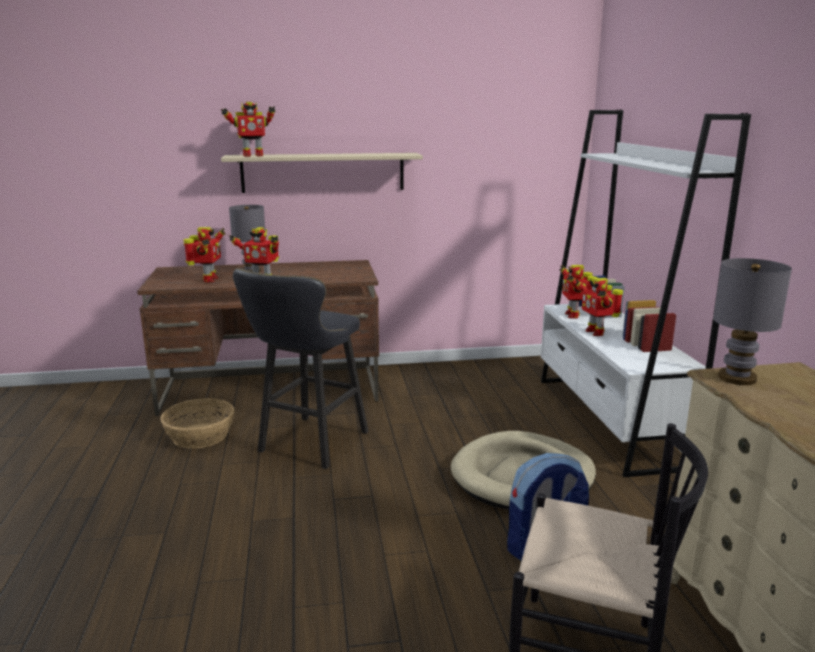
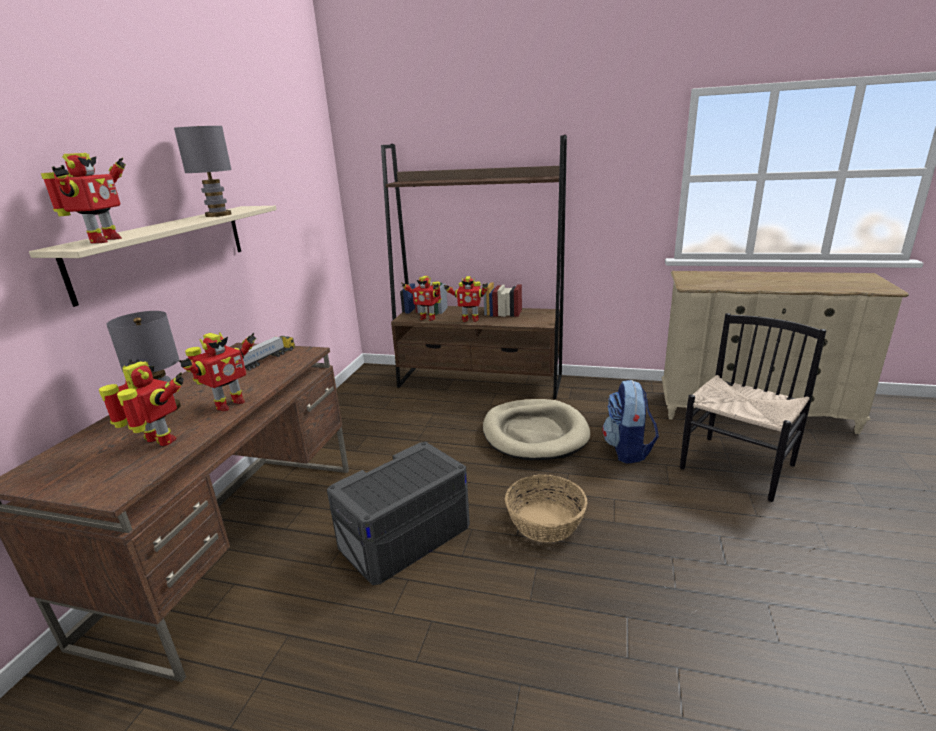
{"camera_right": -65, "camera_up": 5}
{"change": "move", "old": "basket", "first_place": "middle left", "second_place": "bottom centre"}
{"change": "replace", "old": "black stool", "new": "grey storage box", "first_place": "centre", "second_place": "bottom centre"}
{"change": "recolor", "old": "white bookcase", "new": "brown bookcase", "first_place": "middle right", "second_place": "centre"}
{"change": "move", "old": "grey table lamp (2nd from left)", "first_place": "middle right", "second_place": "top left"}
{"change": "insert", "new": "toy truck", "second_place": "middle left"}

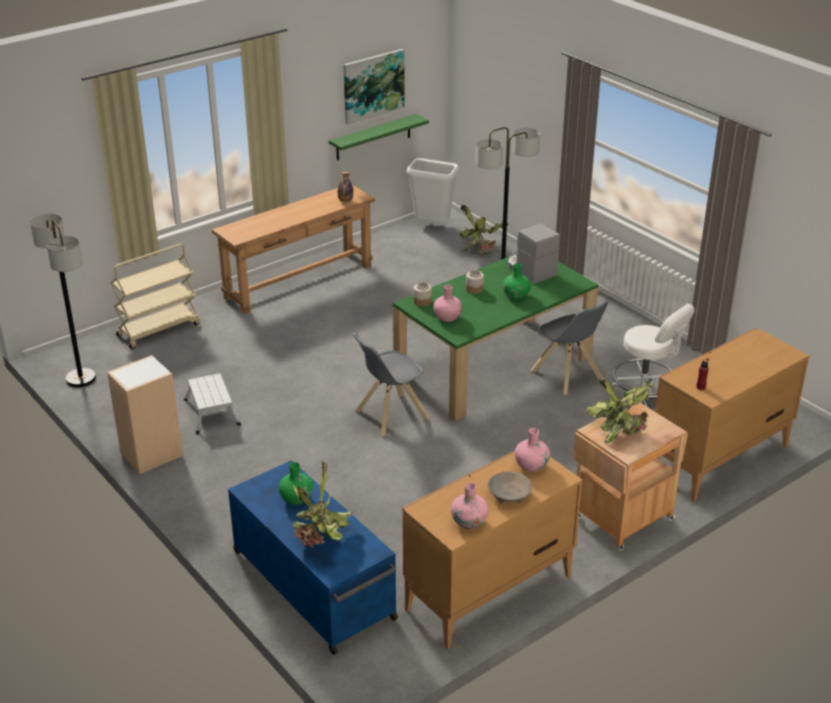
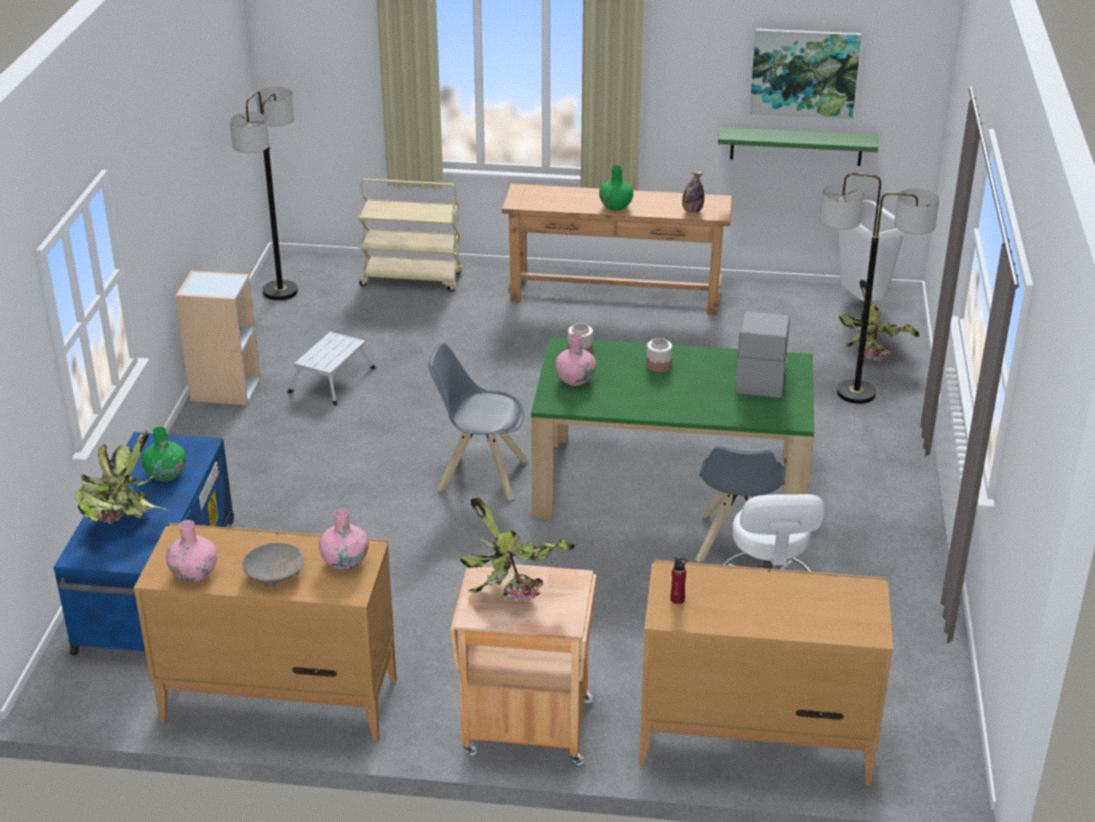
{"camera_right": 45, "camera_up": 0}
{"change": "move", "old": "green vase (2nd from left)", "first_place": "centre", "second_place": "top centre"}

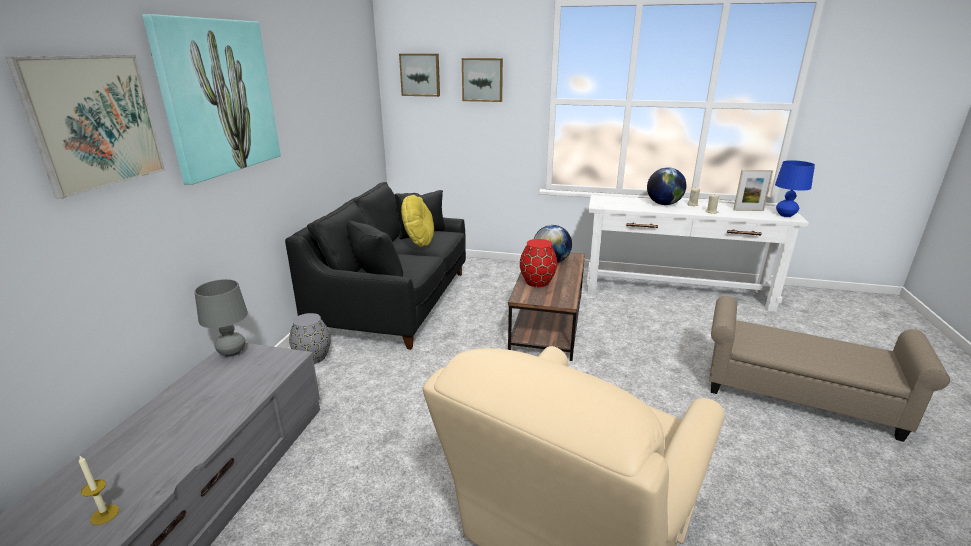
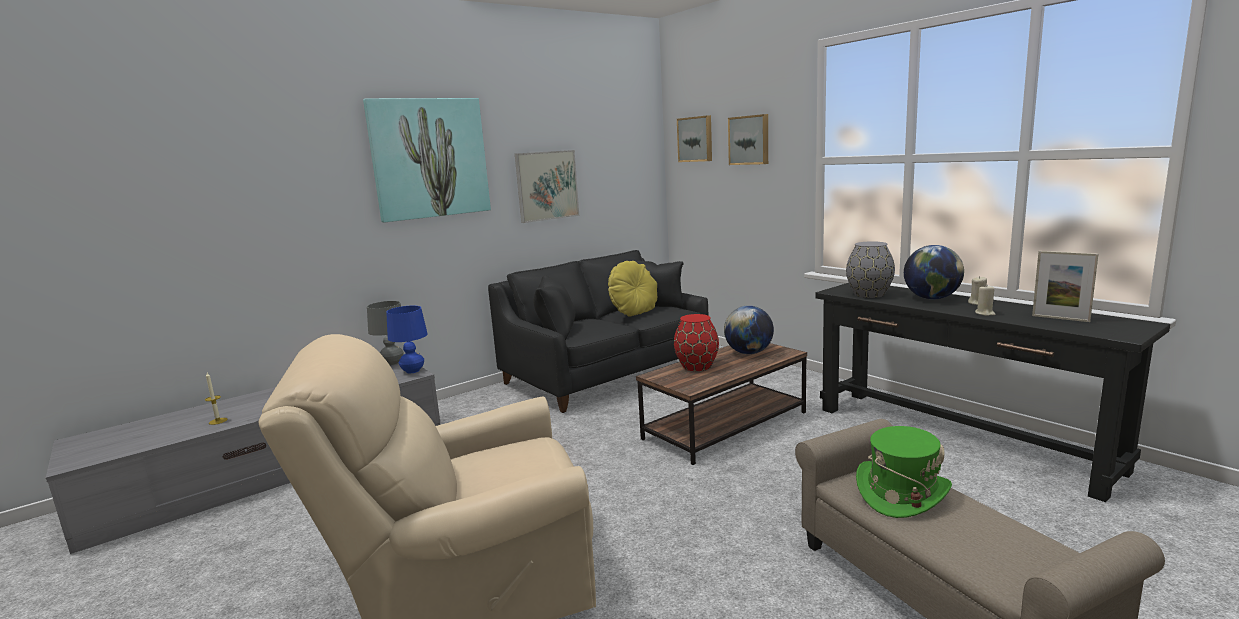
{"camera_right": 40, "camera_up": -10}
{"change": "move", "old": "picture (1st from left in the first image)", "new": "picture (2nd from left)", "first_place": "top left", "second_place": "top centre"}
{"change": "move", "old": "grey vase", "first_place": "middle left", "second_place": "middle right"}
{"change": "recolor", "old": "white console table", "new": "black console table", "first_place": "middle right", "second_place": "middle right"}
{"change": "move", "old": "blue table lamp", "first_place": "middle right", "second_place": "middle left"}
{"change": "insert", "new": "green hat", "second_place": "bottom right"}

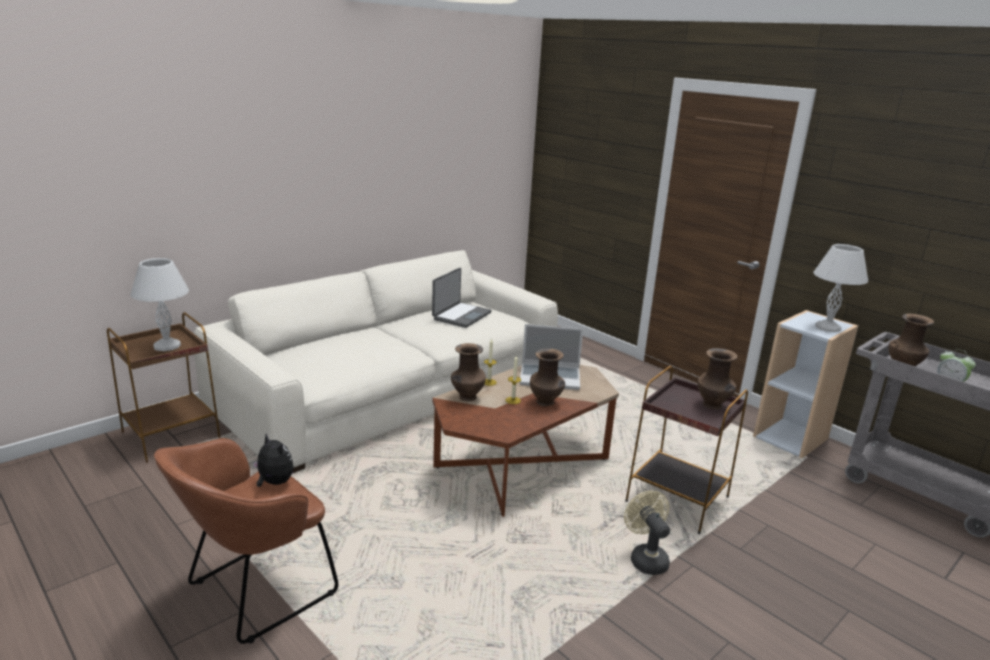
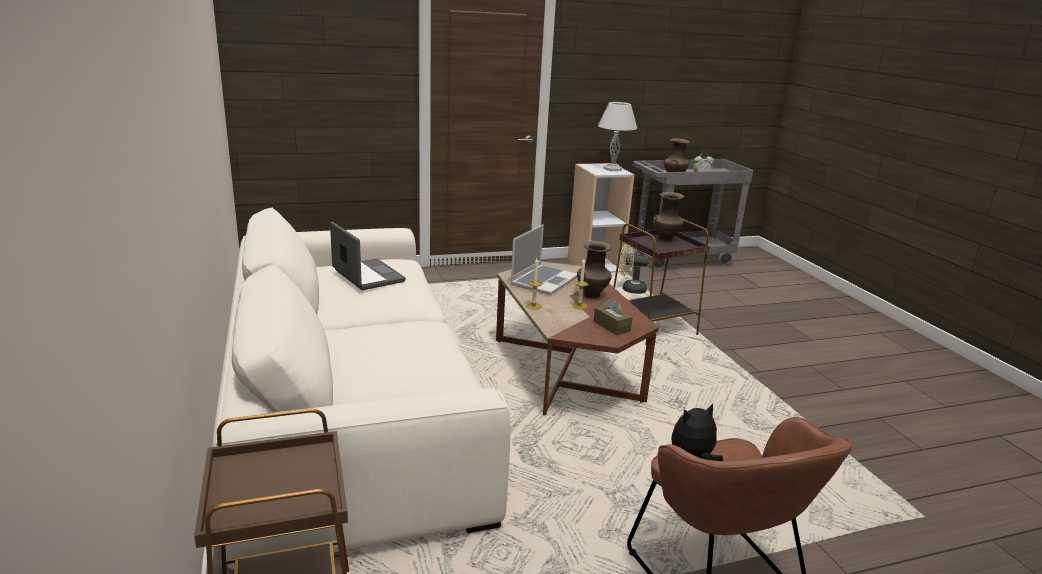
{"camera_right": -65, "camera_up": 0}
{"change": "delete", "old": "white table lamp (1st from left)", "first_place": "middle left"}
{"change": "delete", "old": "brown vase (1st from left)", "first_place": "centre"}
{"change": "move", "old": "beige fan", "first_place": "bottom centre", "second_place": "centre"}
{"change": "insert", "new": "brown tissue box", "second_place": "centre"}

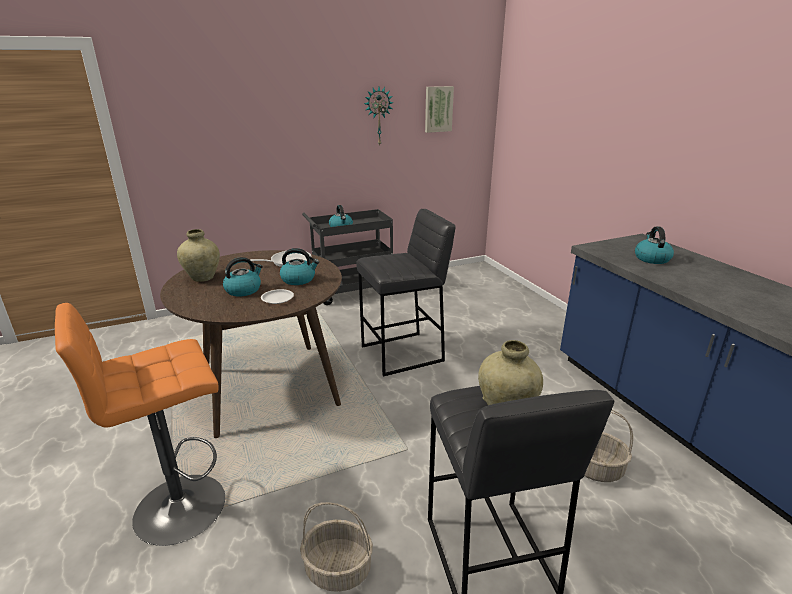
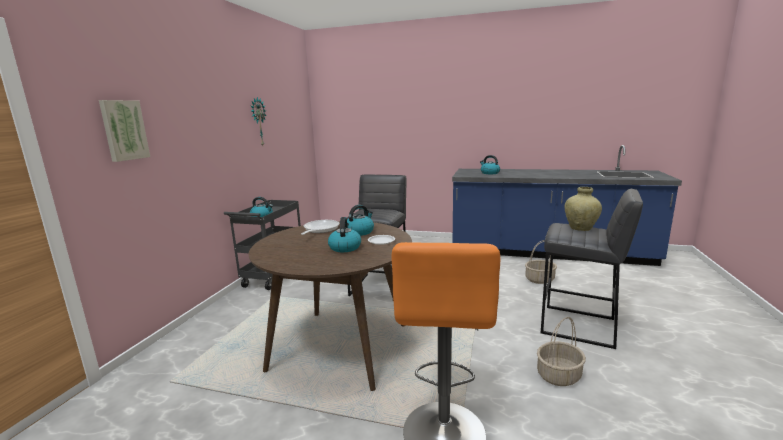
{"camera_right": -50, "camera_up": -10}
{"change": "delete", "old": "beige vase (1st from left)", "first_place": "middle left"}
{"change": "move", "old": "picture", "first_place": "top centre", "second_place": "top left"}

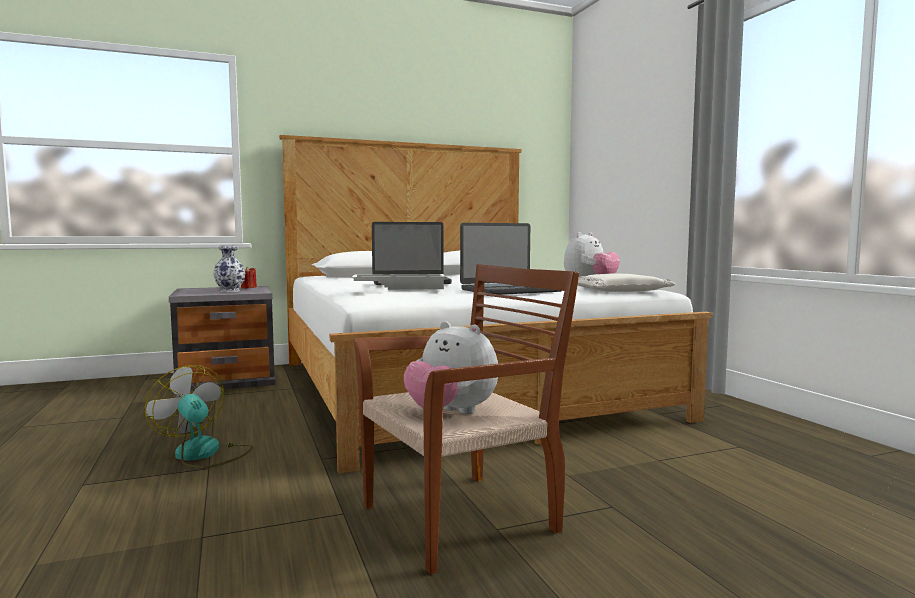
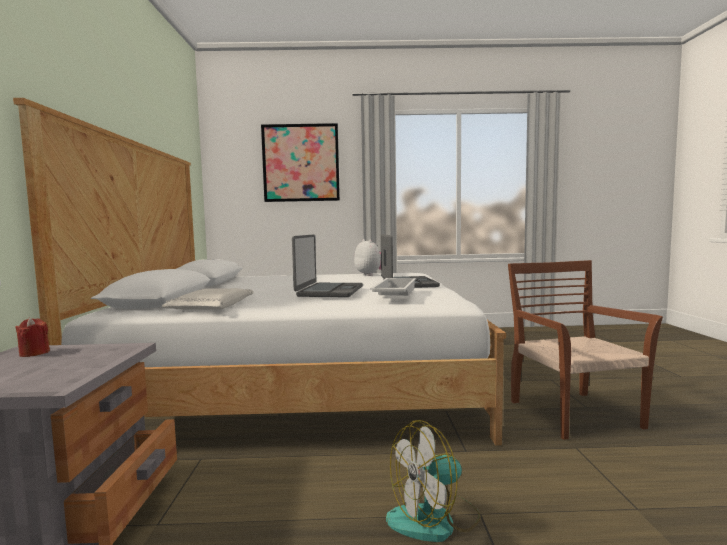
{"camera_right": -70, "camera_up": 0}
{"change": "delete", "old": "vase", "first_place": "middle left"}
{"change": "delete", "old": "plush toy (1st from left)", "first_place": "centre"}
{"change": "move", "old": "white pillow", "first_place": "middle right", "second_place": "middle left"}
{"change": "insert", "new": "picture", "second_place": "top centre"}

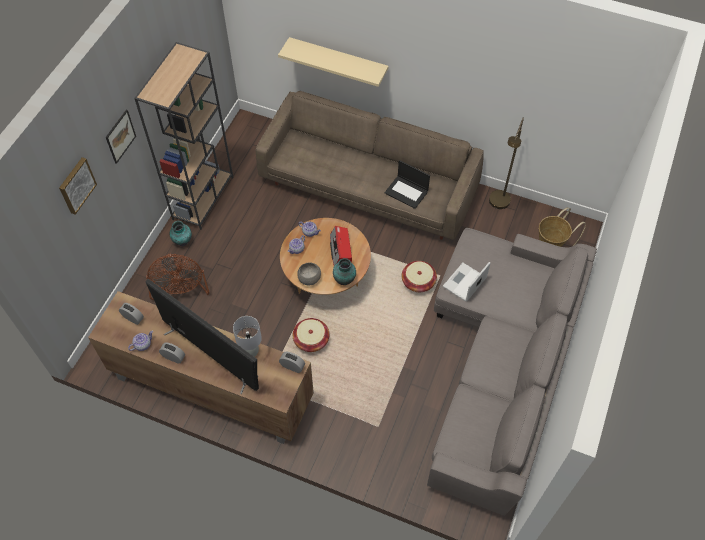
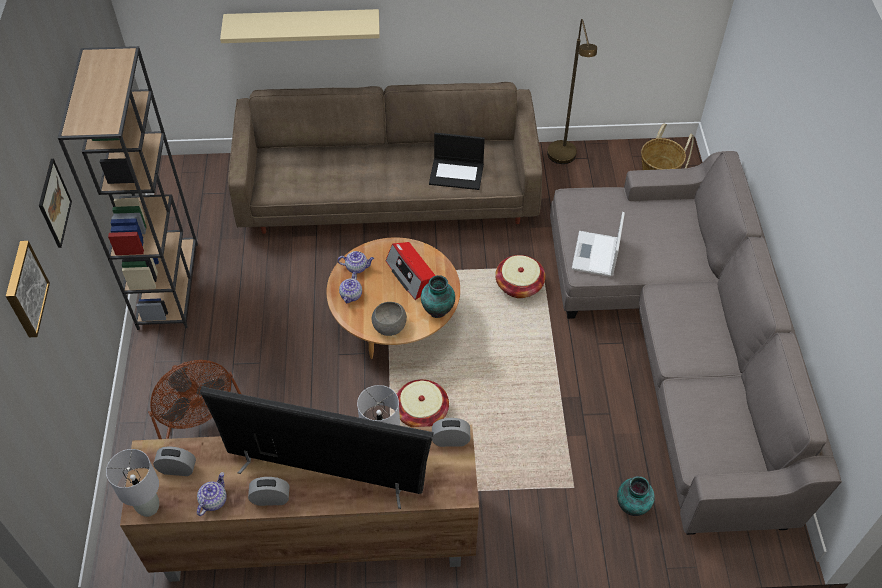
{"camera_right": -25, "camera_up": -5}
{"change": "move", "old": "vase (1st from left in the first image)", "new": "vase (2nd from left)", "first_place": "middle left", "second_place": "bottom right"}
{"change": "insert", "new": "grey table lamp (1st from left)", "second_place": "bottom left"}

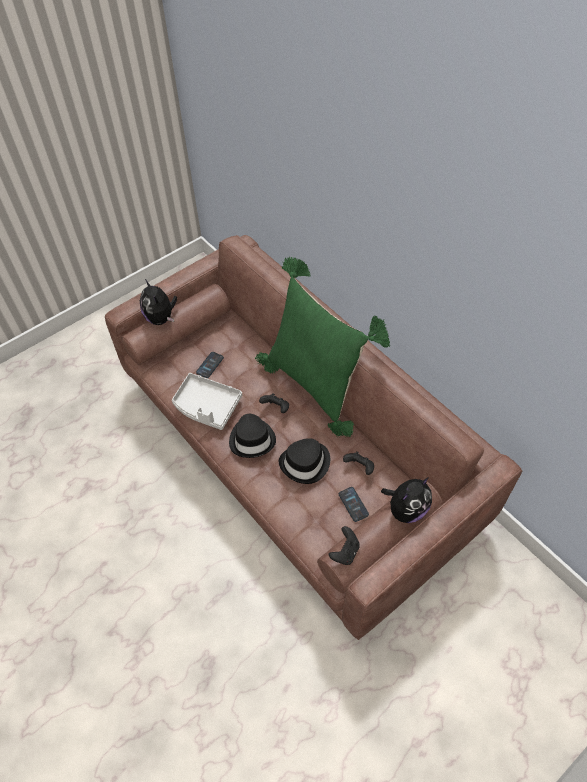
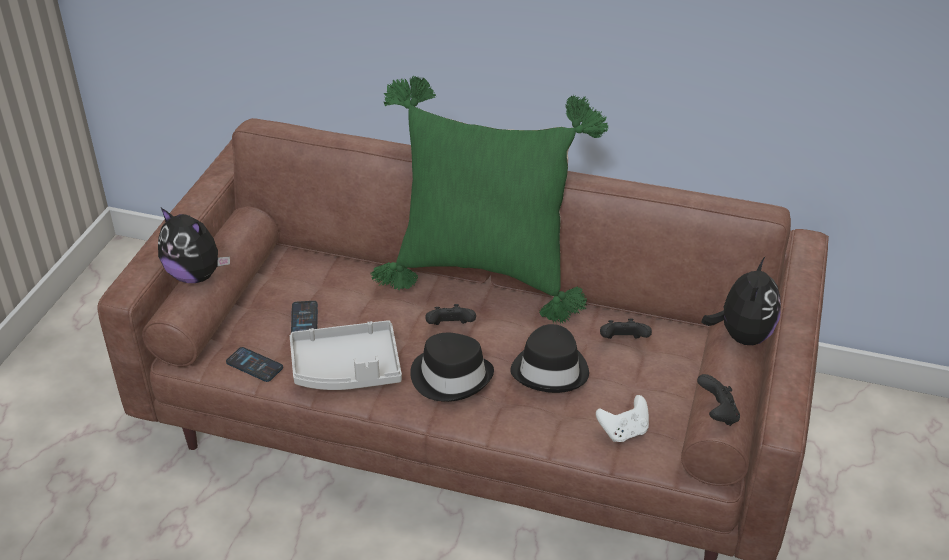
{"camera_right": -35, "camera_up": -15}
{"change": "move", "old": "phone (2nd from left in the first image)", "new": "phone (1st from left)", "first_place": "centre", "second_place": "middle left"}
{"change": "insert", "new": "white game controller", "second_place": "bottom centre"}

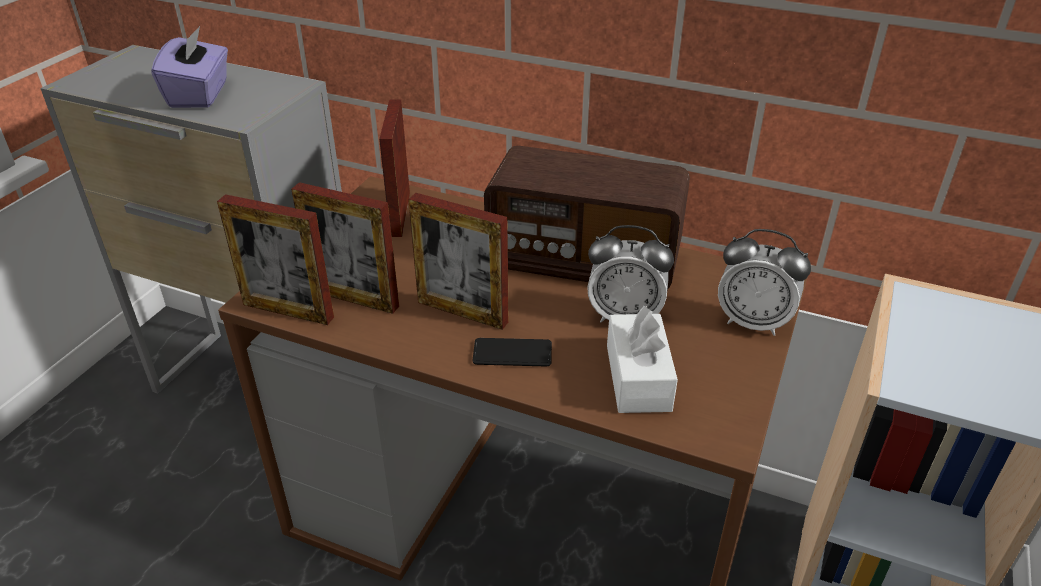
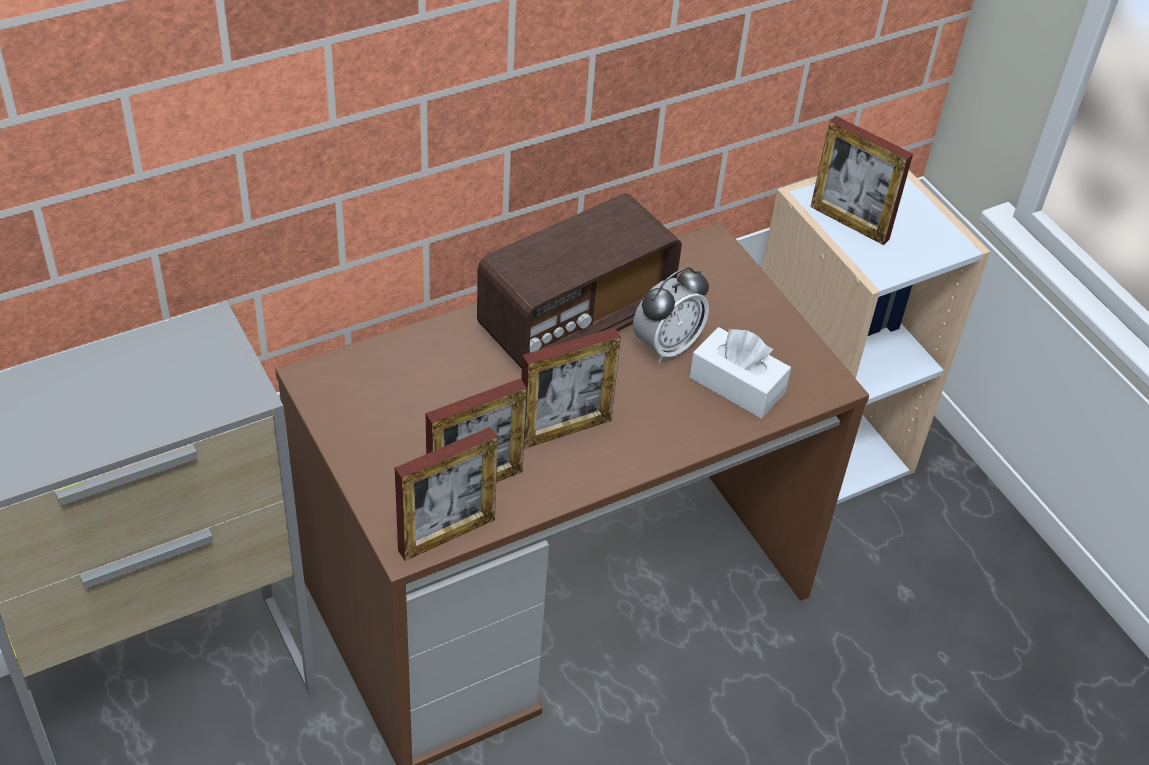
{"camera_right": -55, "camera_up": 10}
{"change": "delete", "old": "purple tissue box", "first_place": "top left"}
{"change": "move", "old": "picture frame (3rd from left in the first image)", "new": "picture frame (4th from left)", "first_place": "top centre", "second_place": "top right"}
{"change": "delete", "old": "phone", "first_place": "centre"}
{"change": "delete", "old": "alarm clock (2nd from left)", "first_place": "middle right"}

